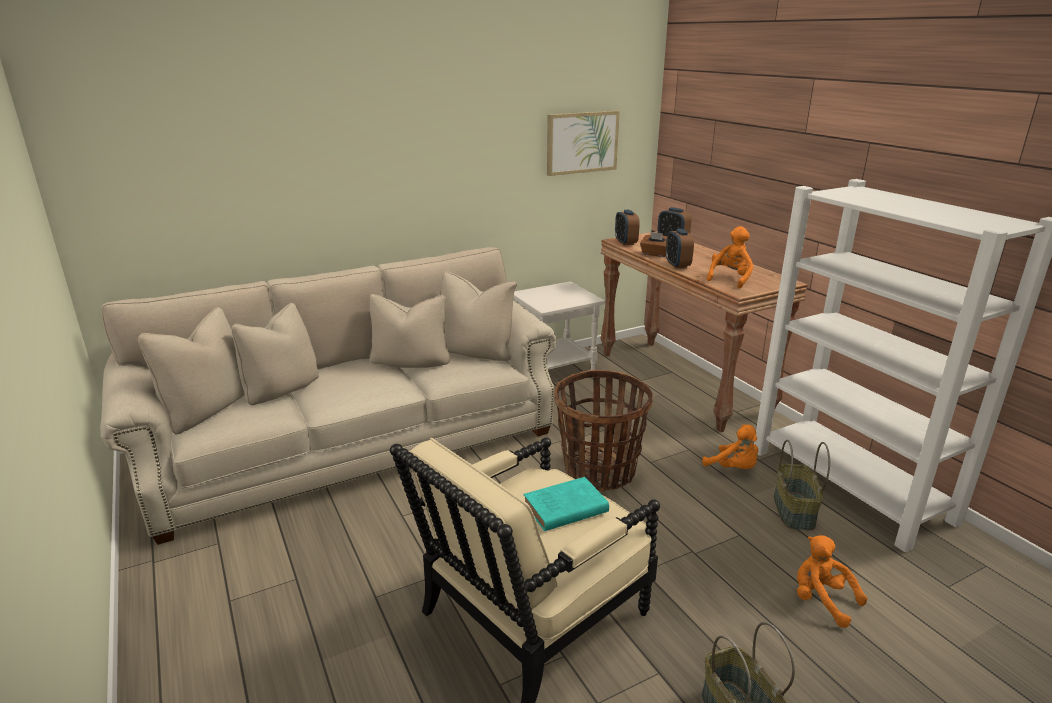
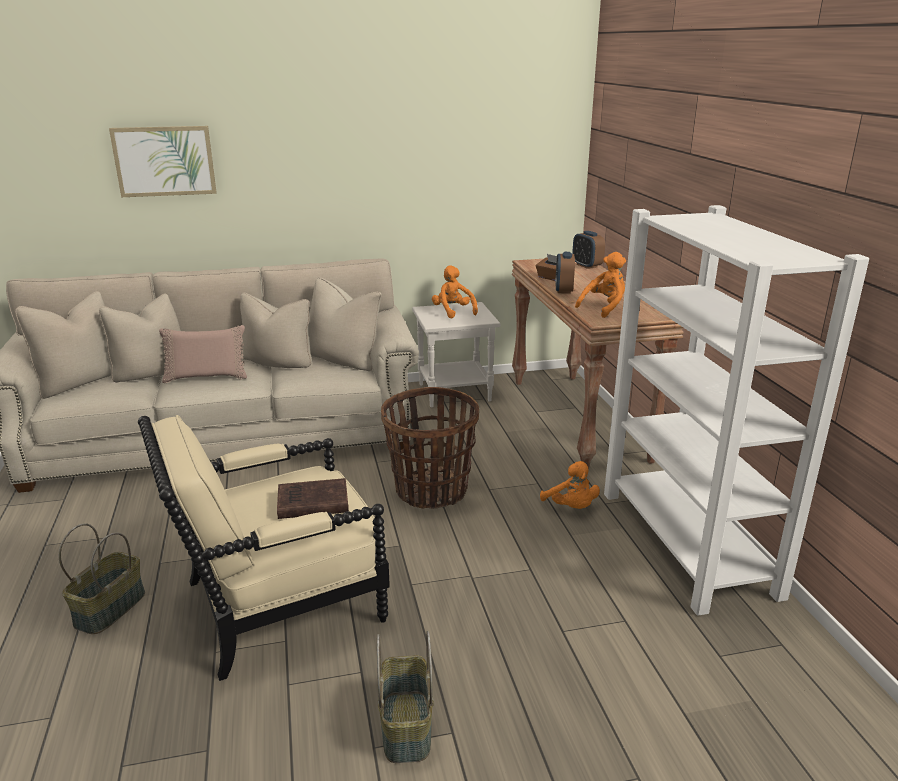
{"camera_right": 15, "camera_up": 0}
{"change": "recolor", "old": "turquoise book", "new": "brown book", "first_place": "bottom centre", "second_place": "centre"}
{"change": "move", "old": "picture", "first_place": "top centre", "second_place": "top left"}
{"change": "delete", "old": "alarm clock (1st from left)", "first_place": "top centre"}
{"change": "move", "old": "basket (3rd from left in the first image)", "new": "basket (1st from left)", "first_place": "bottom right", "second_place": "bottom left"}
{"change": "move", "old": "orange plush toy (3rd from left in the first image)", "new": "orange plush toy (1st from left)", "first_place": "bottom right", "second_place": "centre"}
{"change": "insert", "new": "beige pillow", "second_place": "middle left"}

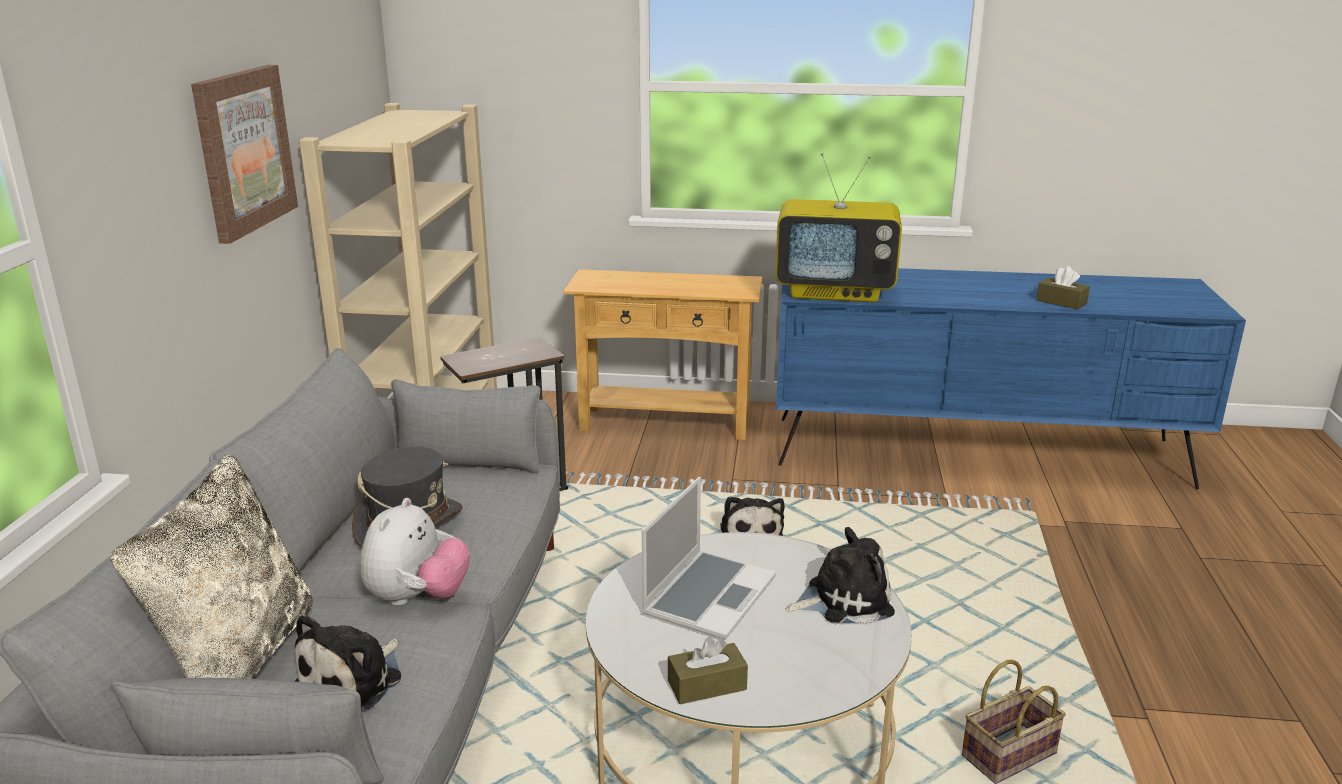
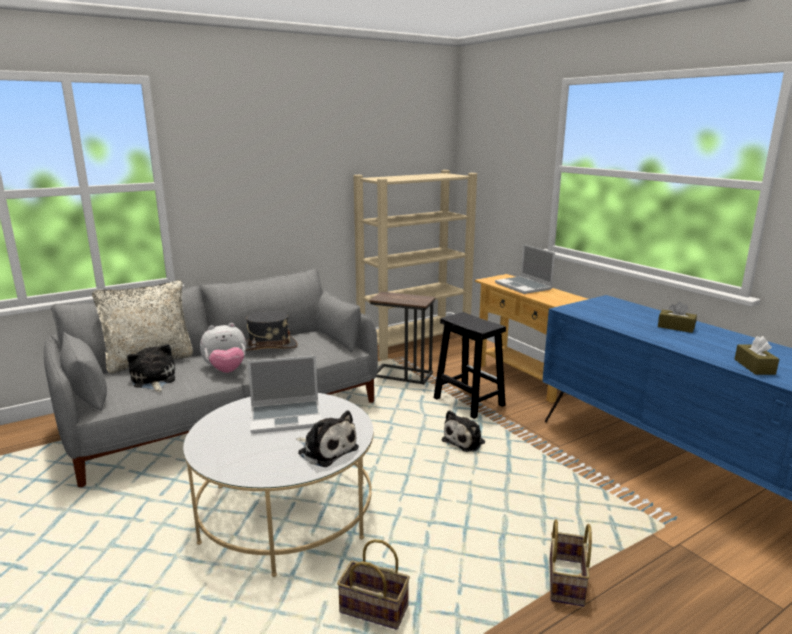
{"camera_right": 50, "camera_up": -5}
{"change": "delete", "old": "picture", "first_place": "top left"}
{"change": "rotate", "old": "plush toy (1st from left)", "first_place": "bottom left", "second_place": "middle left", "degrees": 75}
{"change": "move", "old": "brown tissue box (1st from left)", "first_place": "bottom centre", "second_place": "middle right"}
{"change": "delete", "old": "television", "first_place": "top centre"}
{"change": "insert", "new": "black stool", "second_place": "centre"}
{"change": "insert", "new": "laptop (2nd from left)", "second_place": "centre"}
{"change": "insert", "new": "basket (2nd from left)", "second_place": "bottom right"}

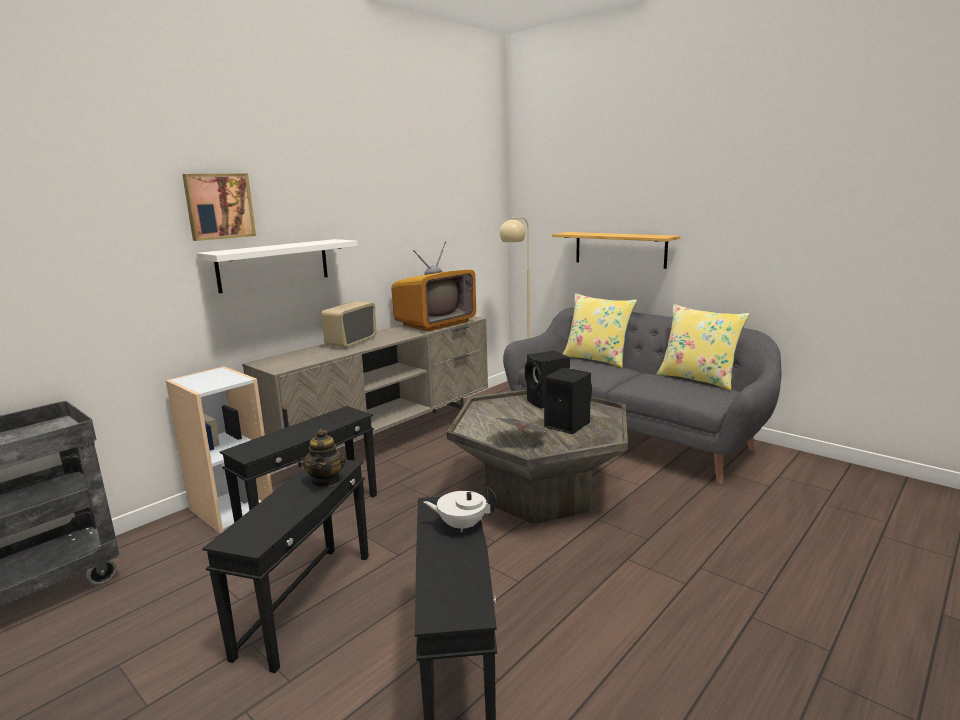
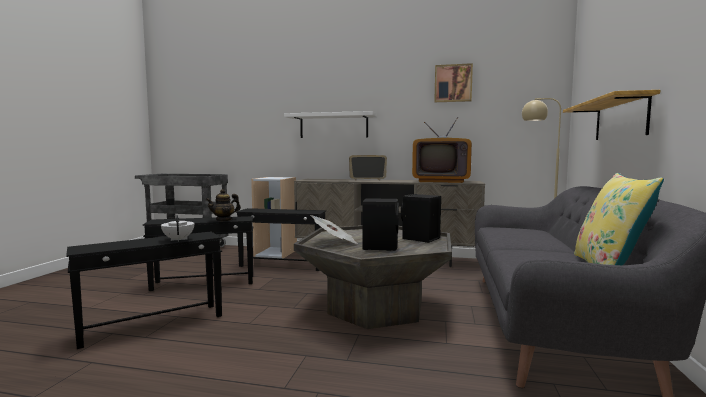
{"camera_right": 60, "camera_up": -10}
{"change": "move", "old": "picture", "first_place": "top left", "second_place": "top centre"}
{"change": "delete", "old": "yellow pillow (1st from left)", "first_place": "centre"}

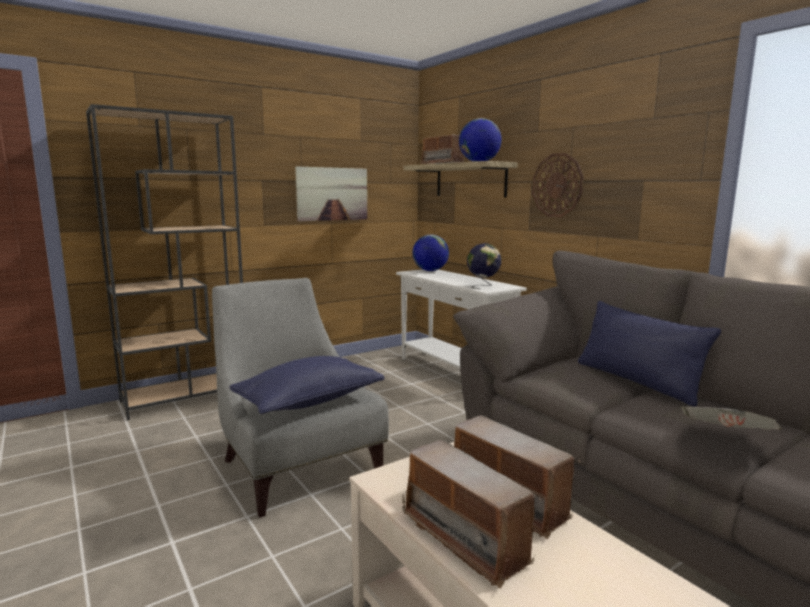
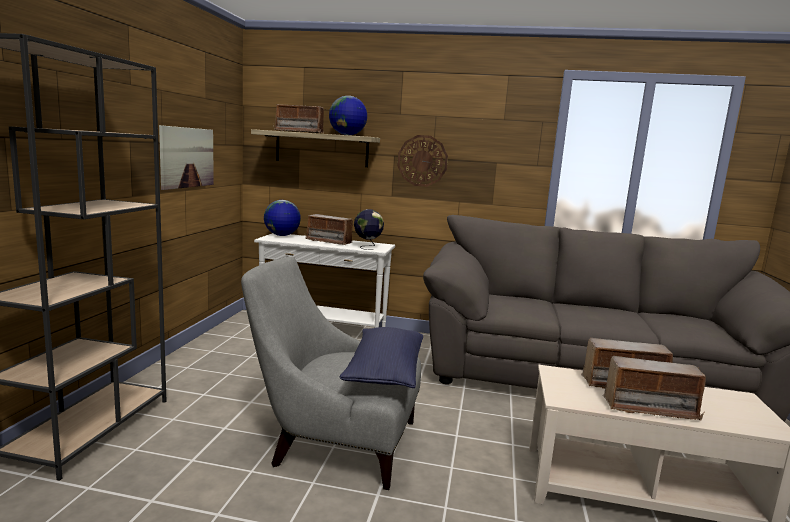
{"camera_right": -45, "camera_up": 0}
{"change": "delete", "old": "blue pillow (2nd from left)", "first_place": "middle right"}
{"change": "delete", "old": "newspaper", "first_place": "bottom right"}
{"change": "insert", "new": "radio (2nd from left)", "second_place": "centre"}

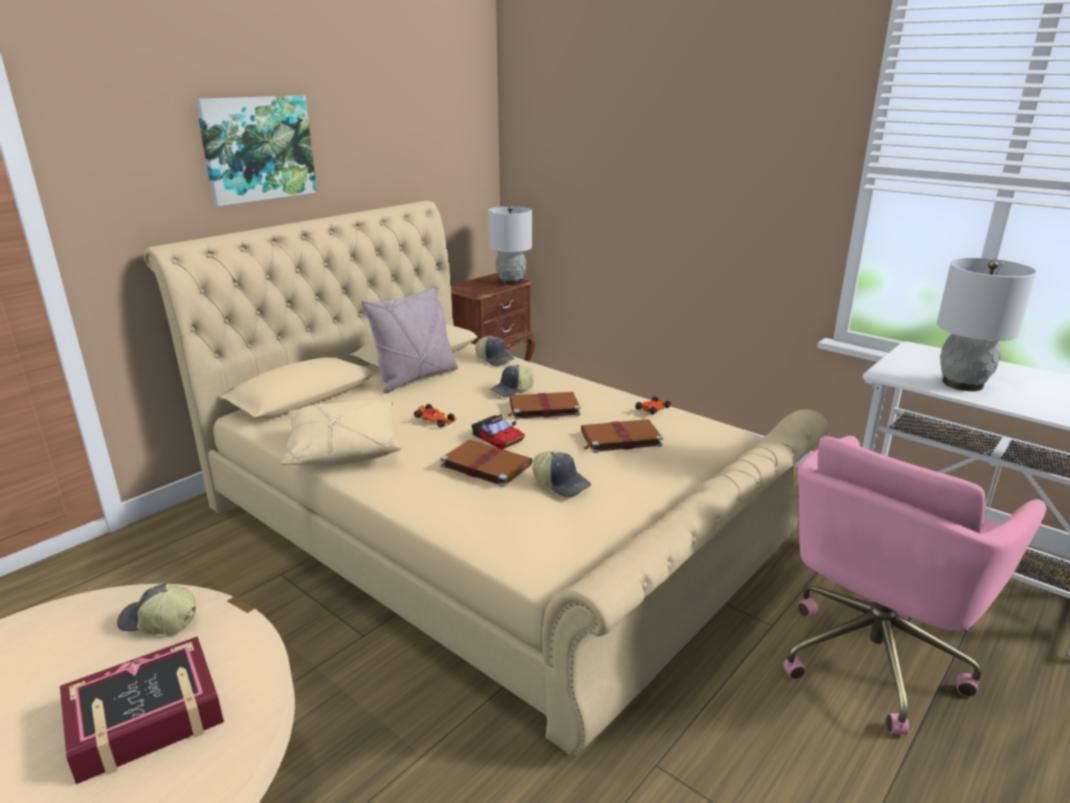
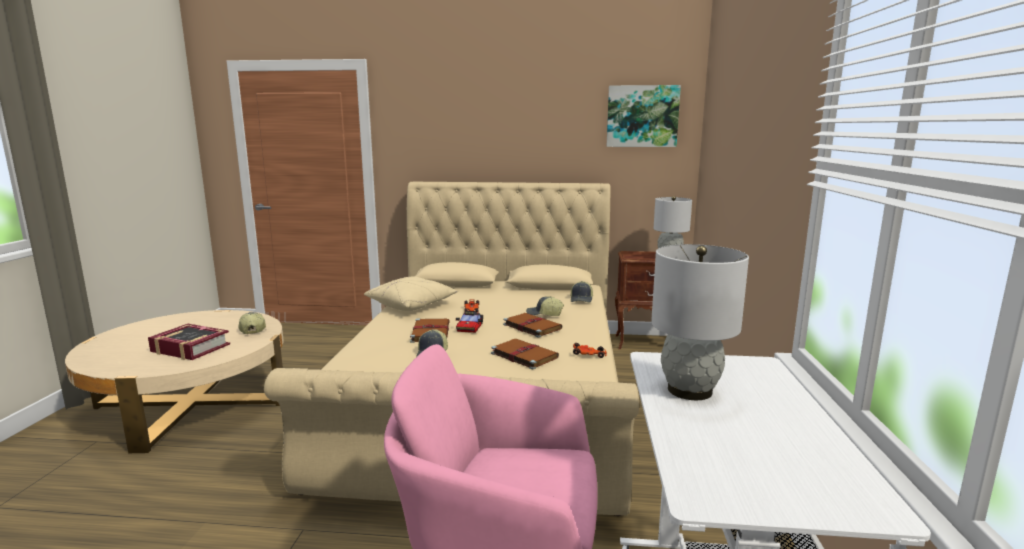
{"camera_right": 55, "camera_up": -10}
{"change": "move", "old": "picture", "first_place": "top left", "second_place": "top centre"}
{"change": "delete", "old": "purple pillow", "first_place": "centre"}

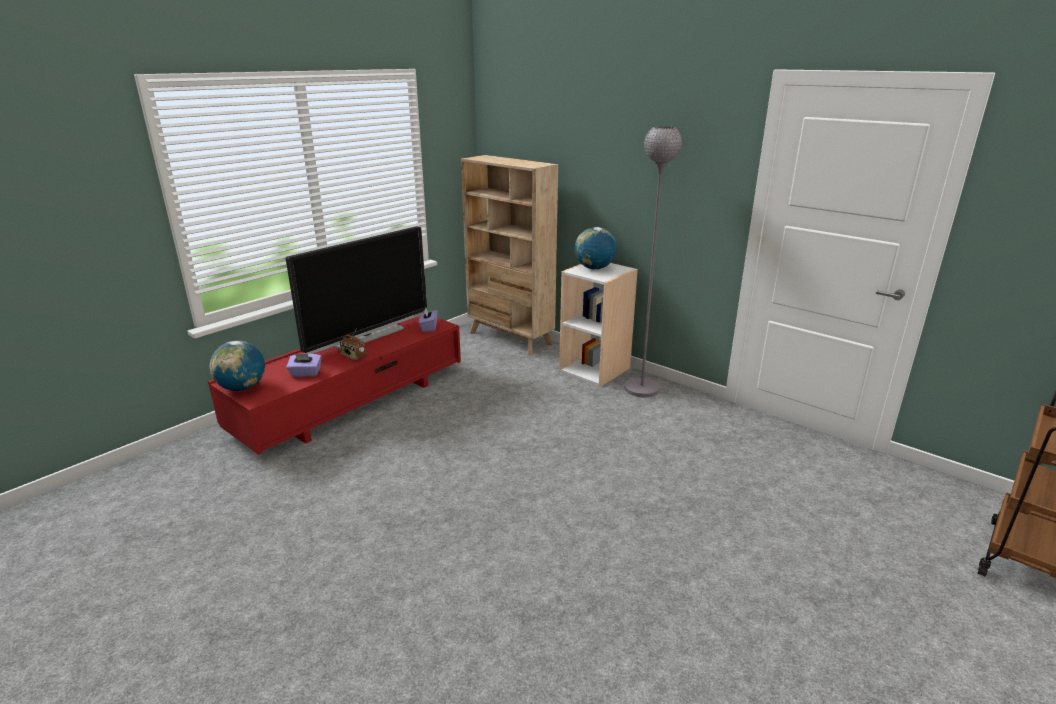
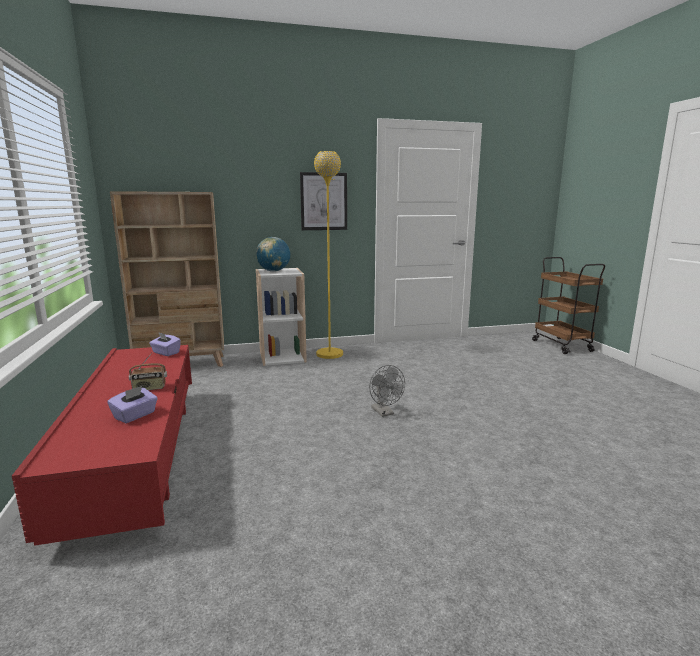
{"camera_right": -55, "camera_up": -10}
{"change": "delete", "old": "globe (1st from left)", "first_place": "middle left"}
{"change": "delete", "old": "television", "first_place": "centre"}
{"change": "recolor", "old": "grey floor lamp", "new": "yellow floor lamp", "first_place": "centre", "second_place": "centre"}
{"change": "insert", "new": "picture", "second_place": "top centre"}
{"change": "insert", "new": "grey fan", "second_place": "centre"}

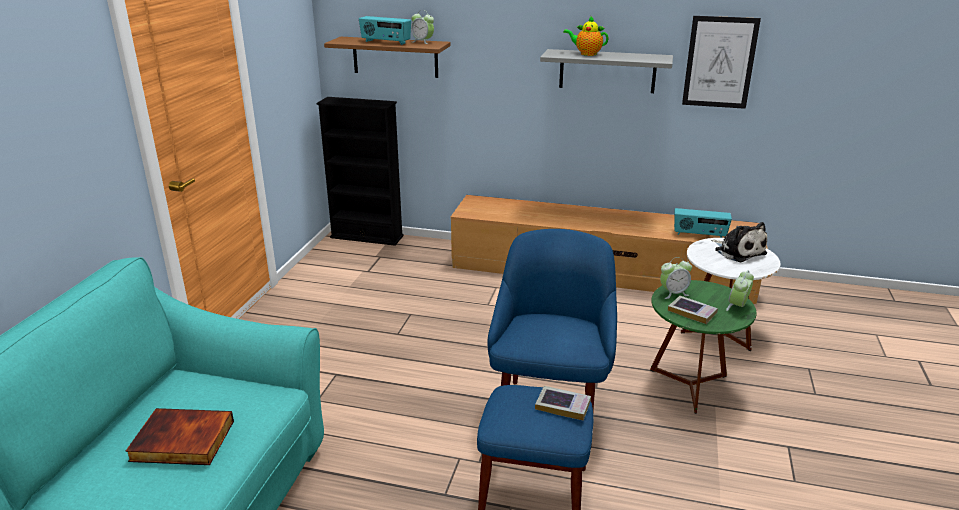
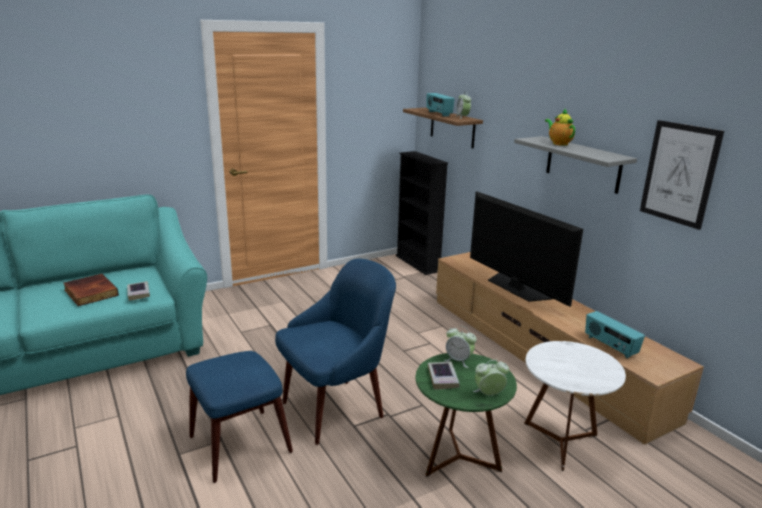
{"camera_right": 45, "camera_up": -5}
{"change": "move", "old": "book (2nd from left)", "first_place": "bottom centre", "second_place": "middle left"}
{"change": "delete", "old": "plush toy", "first_place": "middle right"}
{"change": "insert", "new": "television", "second_place": "middle right"}

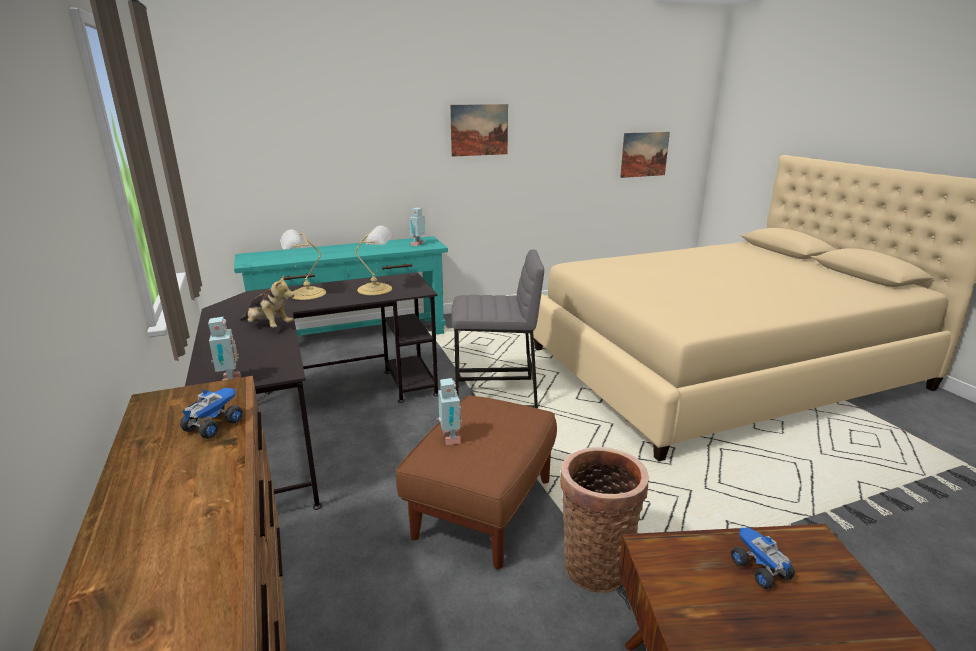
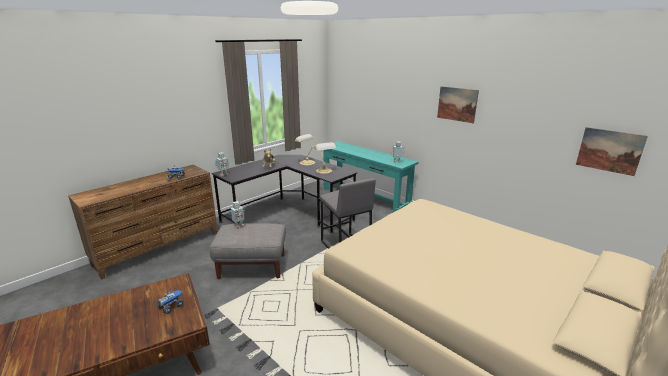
{"camera_right": 65, "camera_up": 0}
{"change": "recolor", "old": "brown ottoman", "new": "grey ottoman", "first_place": "bottom centre", "second_place": "bottom centre"}
{"change": "delete", "old": "basket", "first_place": "bottom centre"}

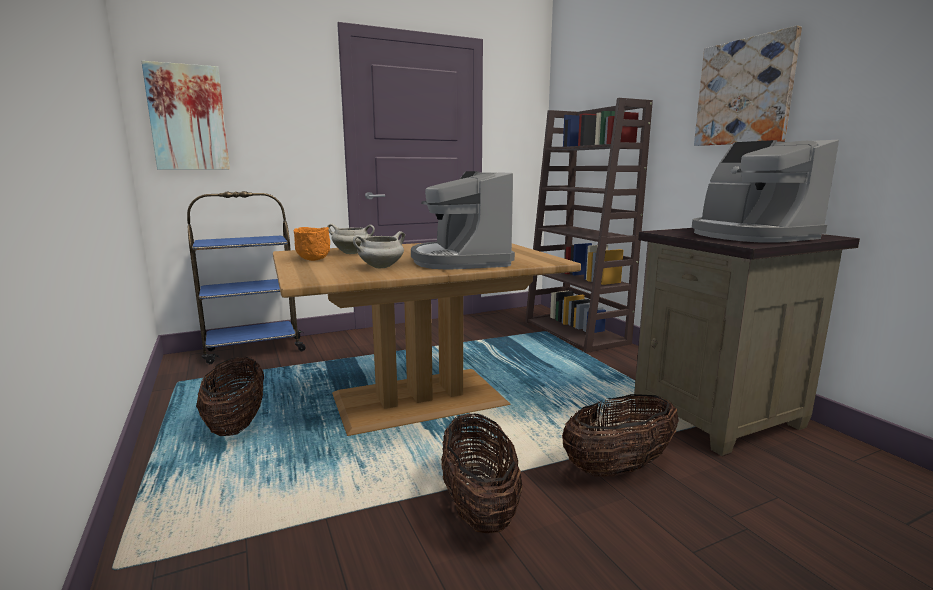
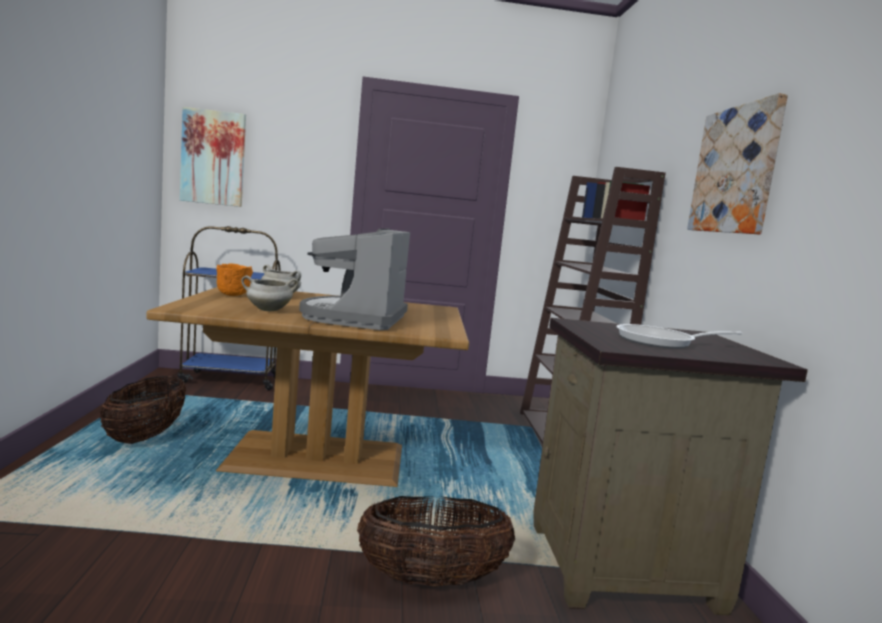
{"camera_right": 20, "camera_up": -5}
{"change": "delete", "old": "basket (2nd from left)", "first_place": "bottom centre"}
{"change": "replace", "old": "coffee machine (2nd from left)", "new": "frying pan", "first_place": "top right", "second_place": "middle right"}

